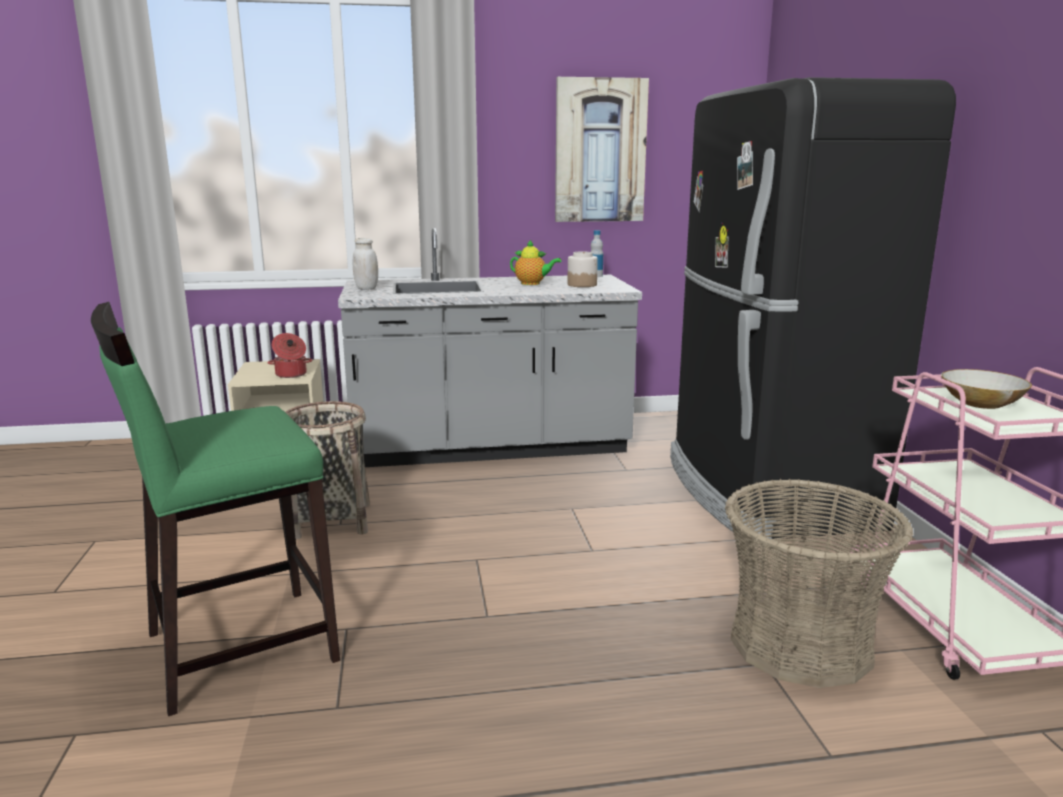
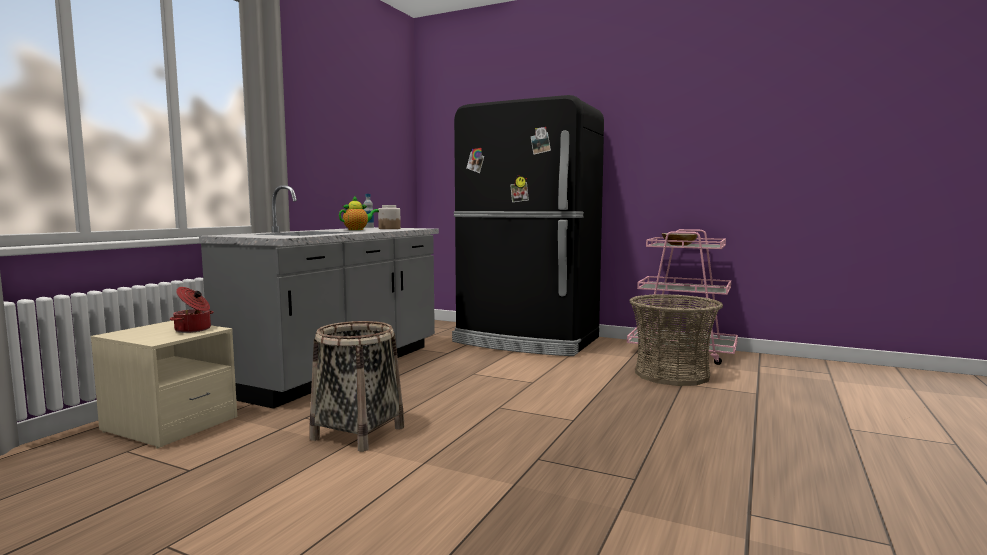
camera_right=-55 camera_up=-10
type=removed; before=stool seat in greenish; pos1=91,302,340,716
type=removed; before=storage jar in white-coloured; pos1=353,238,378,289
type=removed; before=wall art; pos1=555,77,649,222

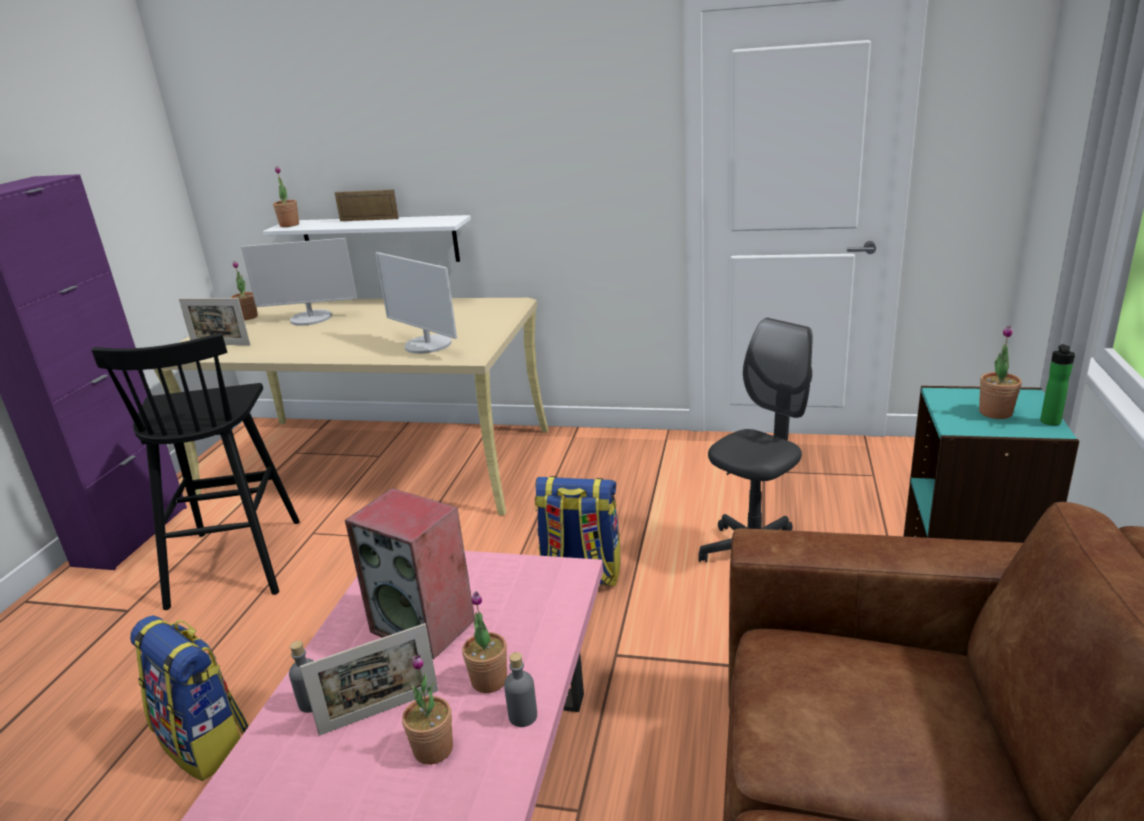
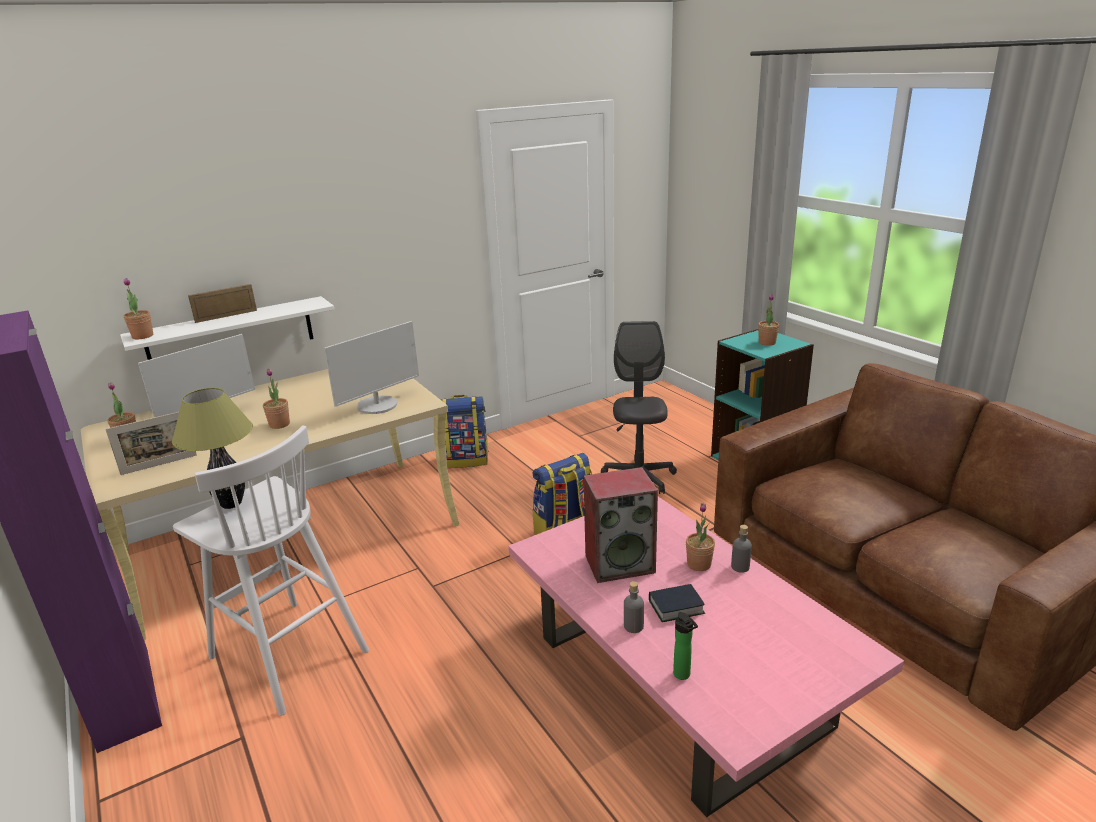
camera_right=-45 camera_up=0
type=recoloured; before=stool seat in black-coloured; after=stool seat in white-coloured; pos1=91,333,300,610; pos2=173,425,369,716
type=moved; before=backpack; pos1=130,615,249,781; pos2=440,395,488,468
type=replaced; before=photo frame; after=bound book; pos1=300,623,438,736; pos2=649,584,705,622
type=turned; before=monitor; pos1=375,252,457,354; pos2=324,321,419,414; turn=-45
type=moved; before=potted plant; pos1=402,654,453,765; pos2=263,369,290,429
type=moved; before=bottle; pos1=1040,344,1075,426; pos2=673,612,698,680
type=added; after=tabletop lamp; pos2=172,388,253,509

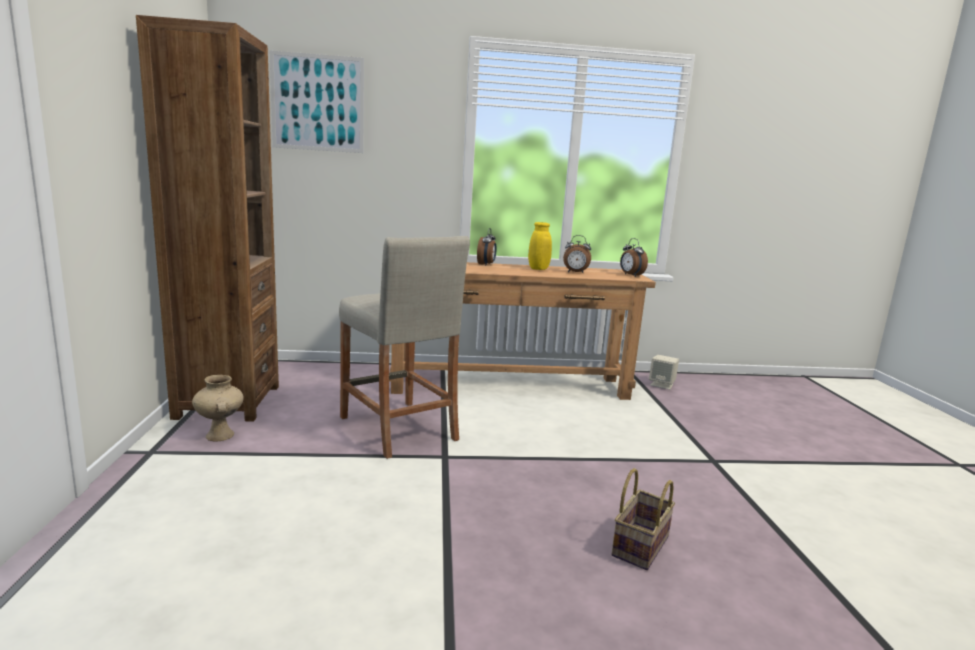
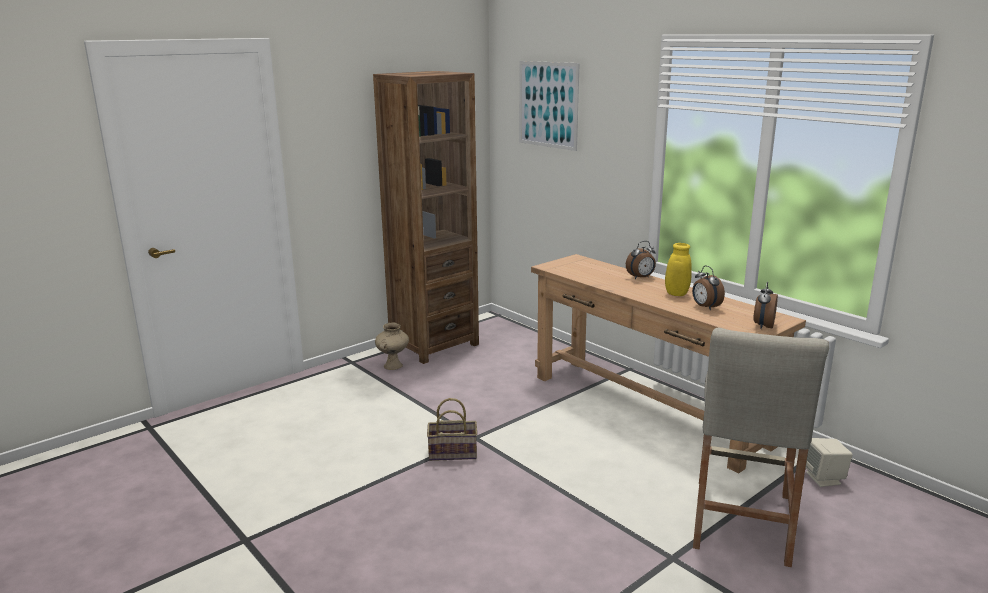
camera_right=55 camera_up=5
type=moved; before=stool seat in sand-coloured; pos1=339,236,470,459; pos2=693,327,829,567
type=moved; before=storage basket; pos1=611,468,675,570; pos2=427,398,477,461

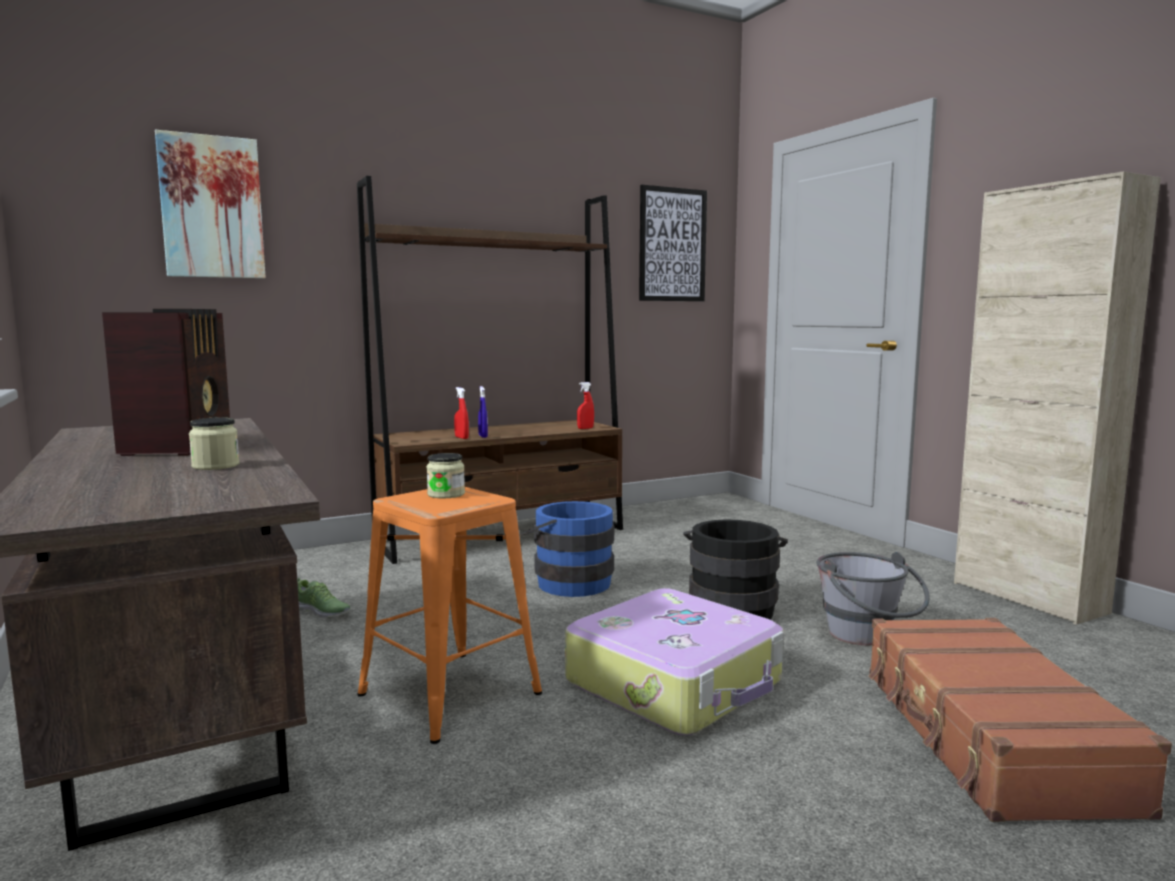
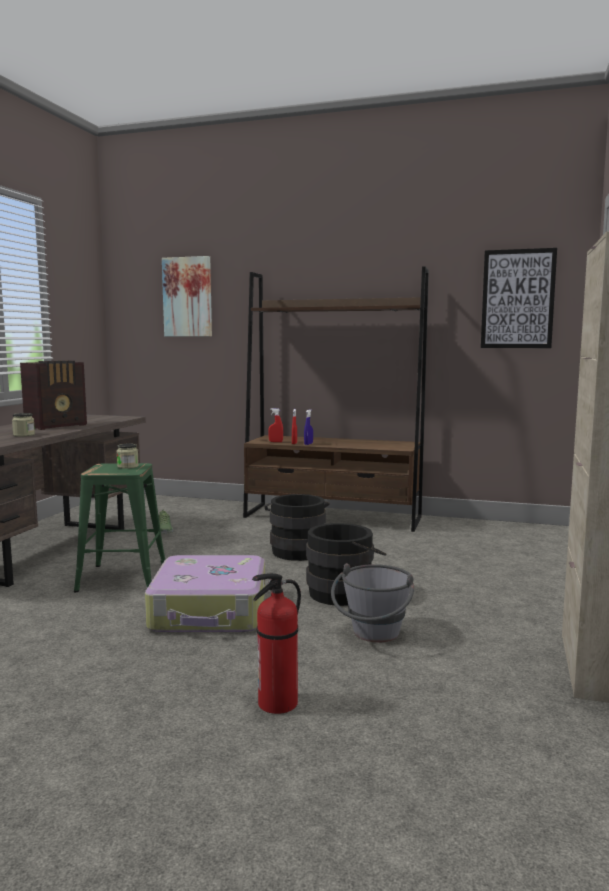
camera_right=45 camera_up=0
type=recoloured; before=stool seat in orangey; after=stool seat in greenish; pos1=357,487,542,744; pos2=74,463,165,592
type=recoloured; before=pail in blue; after=pail in black-coloured; pos1=520,501,614,597; pos2=264,494,330,561
type=moved; before=spray bottle in red; pos1=577,382,594,429; pos2=268,408,283,442
type=replaced; before=piece of luggage in brownish; after=fire extinguisher; pos1=869,618,1172,822; pos2=252,573,301,714

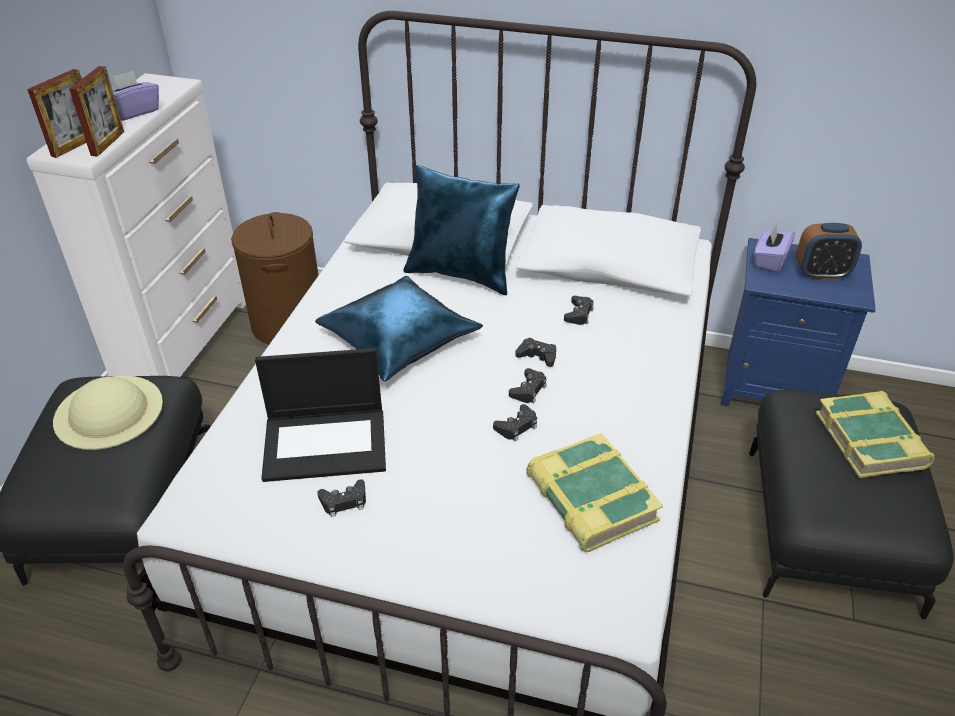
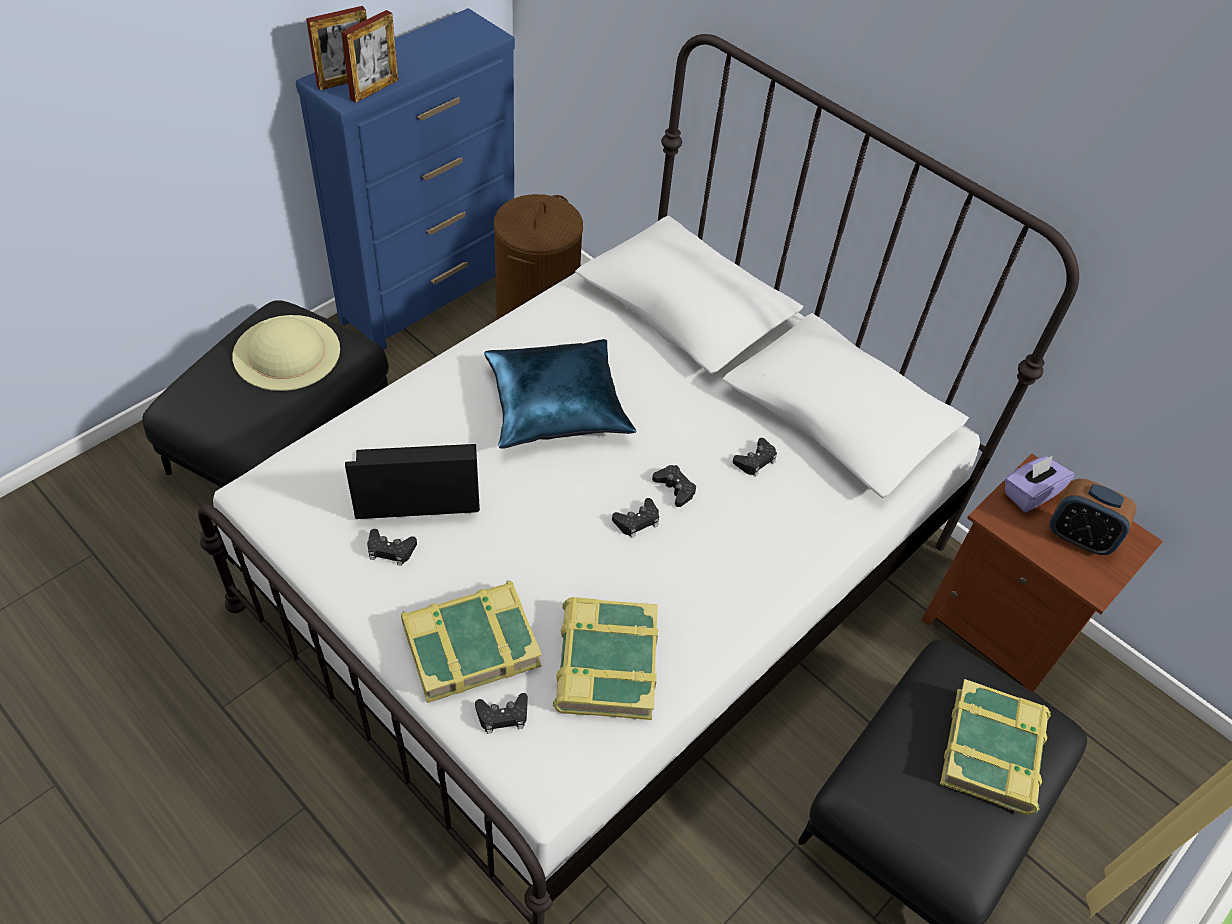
camera_right=25 camera_up=10
type=recoloured; before=drawer chest in white-coloured; after=drawer chest in blue; pos1=27,73,246,377; pos2=296,8,515,350
type=removed; before=tissue box in purple; pos1=113,70,159,121
type=turned; before=notebook computer; pos1=255,348,386,482; pos2=345,444,480,519; turn=150
type=removed; before=cushion in blue; pos1=403,165,520,295
type=moved; before=game controller in black-coloured; pos1=493,404,537,441; pos2=475,693,528,734
type=recoloured; before=nightstand in blue; after=nightstand in brownish; pos1=721,238,876,406; pos2=921,454,1163,693
type=added; after=bound book; pos2=401,580,542,703

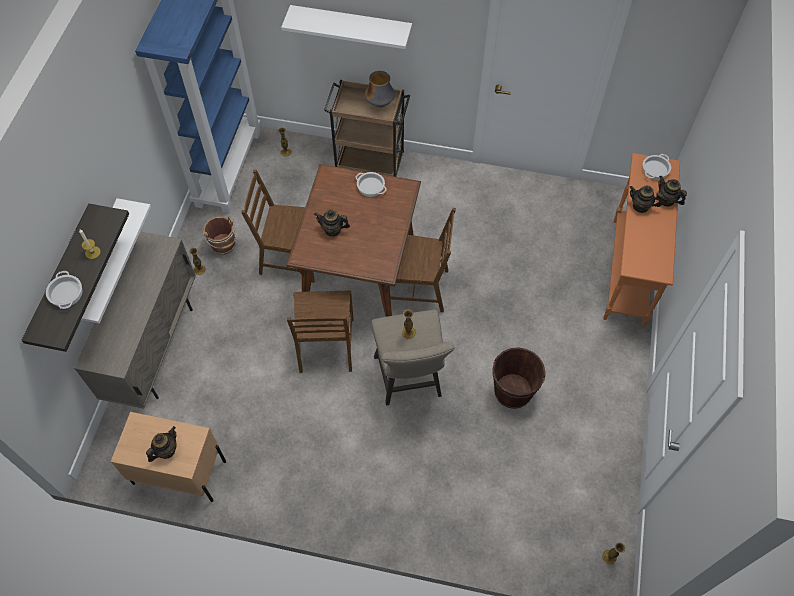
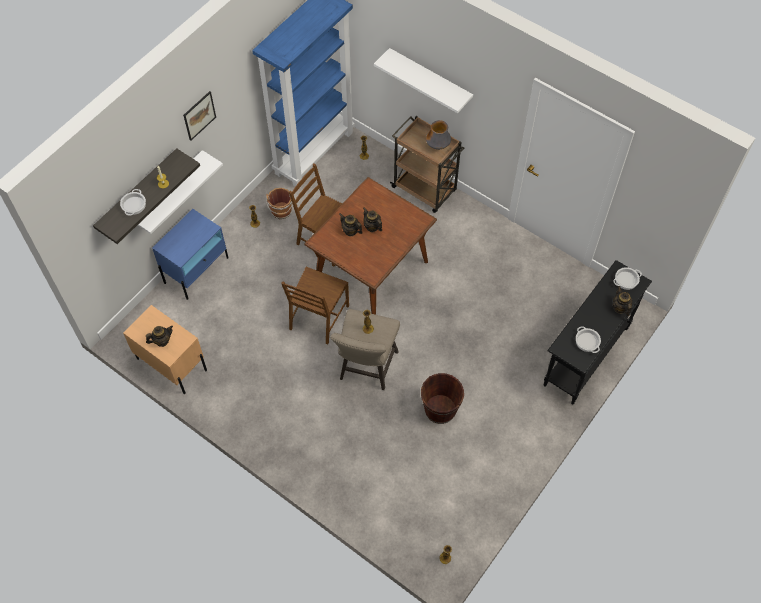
camera_right=25 camera_up=0
type=replaced; before=cupboard in sand-coloured; after=nightstand in blue; pos1=74,231,196,409; pos2=152,209,228,300
type=moved; before=cooking pot; pos1=355,172,387,197; pos2=576,326,601,353
type=removed; before=plain chair in brownish; pos1=390,208,456,313
type=recoloured; before=narrow table in orangey; after=narrow table in black-coloured; pos1=603,153,680,327; pos2=544,260,652,404
type=moved; before=pot for tea; pos1=629,186,663,213; pos2=363,207,382,232
type=added; after=wall art; pos2=183,91,216,141

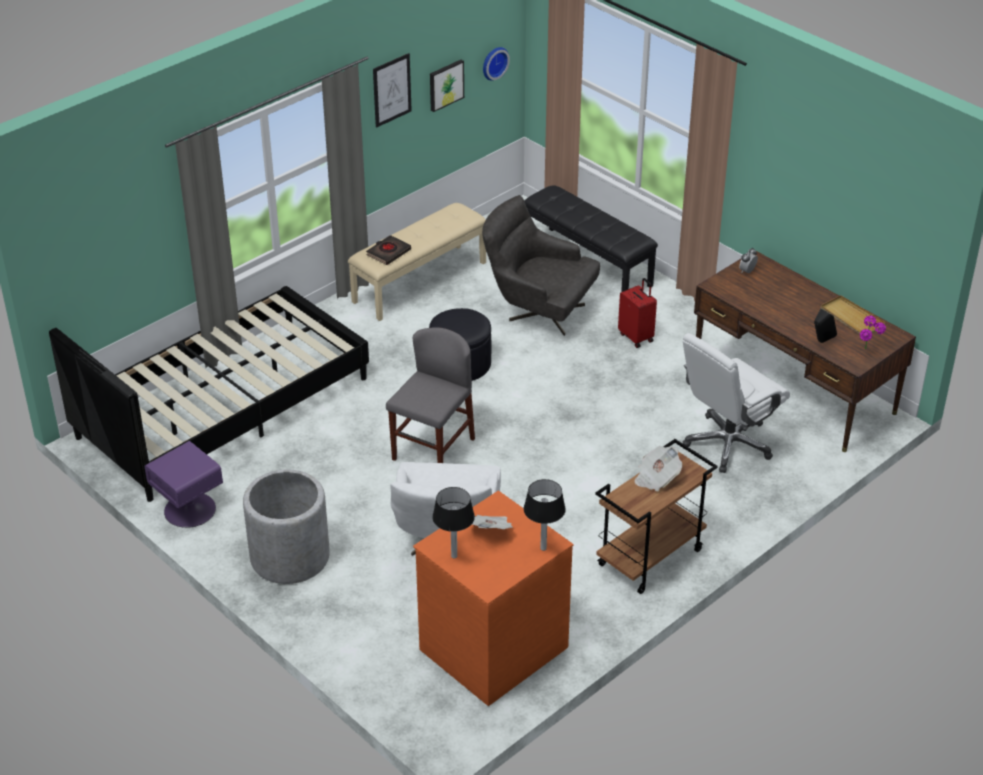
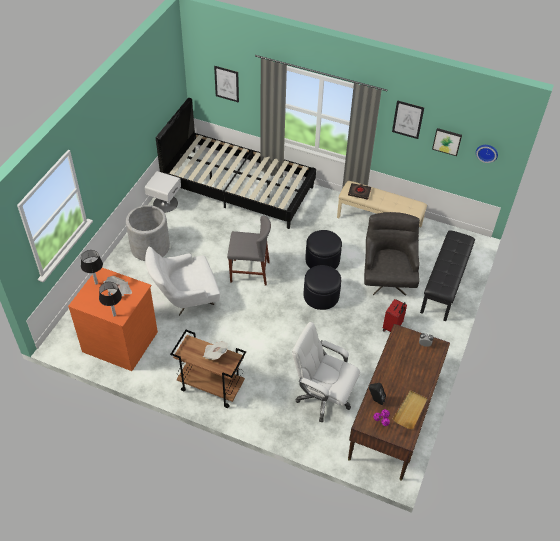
camera_right=65 camera_up=10
type=recoloured; before=nightstand in purple; after=nightstand in white-coloured; pos1=145,441,223,528; pos2=145,171,181,212
type=added; after=wall art; pos2=214,66,239,103
type=added; after=pouffe in black-coloured; pos2=304,265,341,310

